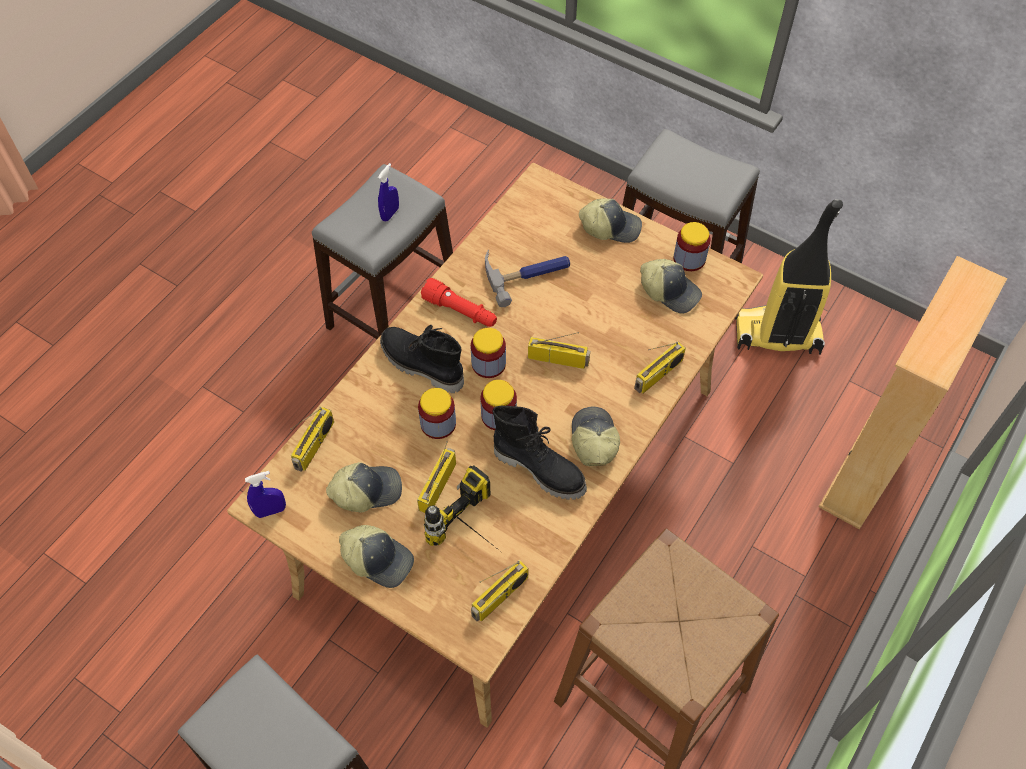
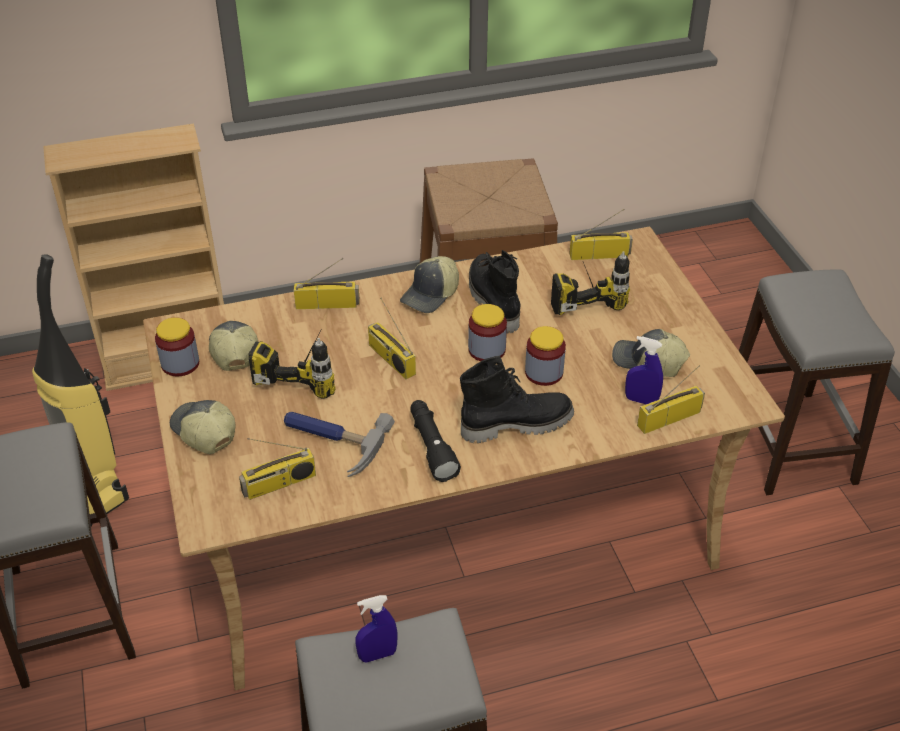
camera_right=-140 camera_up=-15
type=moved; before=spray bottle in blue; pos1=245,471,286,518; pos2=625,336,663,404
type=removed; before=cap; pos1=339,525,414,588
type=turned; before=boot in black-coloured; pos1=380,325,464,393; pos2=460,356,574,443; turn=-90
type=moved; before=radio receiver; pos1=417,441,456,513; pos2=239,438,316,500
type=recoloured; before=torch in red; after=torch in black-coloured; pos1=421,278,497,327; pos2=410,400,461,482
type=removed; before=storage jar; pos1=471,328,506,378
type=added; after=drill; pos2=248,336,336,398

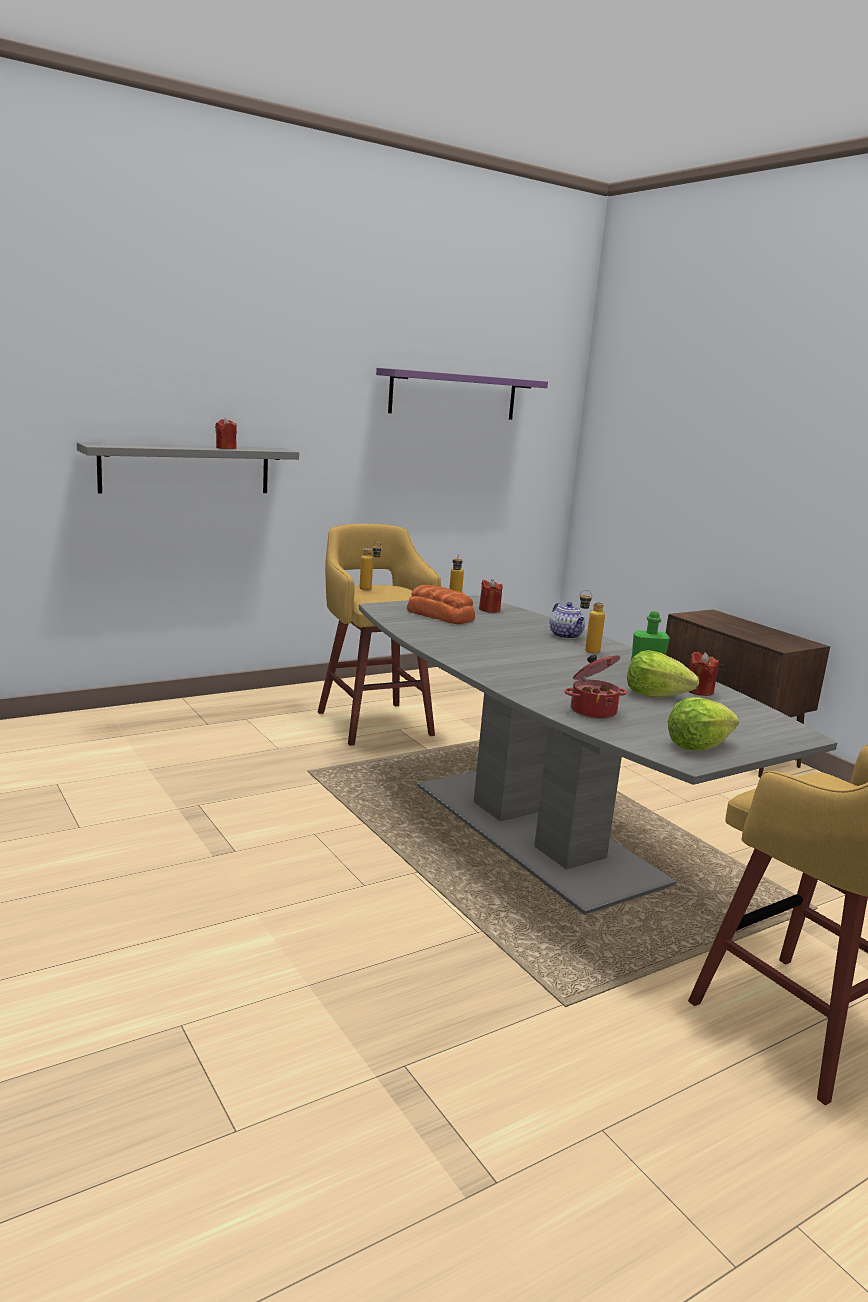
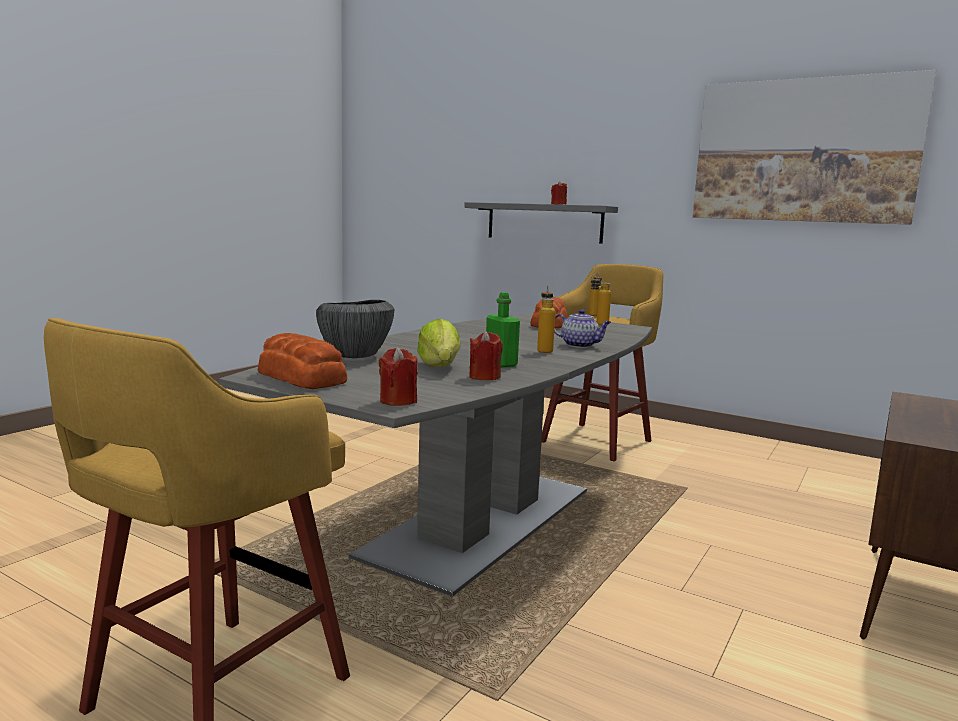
camera_right=65 camera_up=-5
type=replaced; before=wall shelf in purple; after=wall art; pos1=376,368,548,420; pos2=693,70,936,225
type=moved; before=wax candle in red; pos1=479,579,503,613; pos2=379,347,418,406
type=turned; before=pot for tea; pos1=549,602,585,639; pos2=554,309,611,348; turn=-105
type=replaced; before=cooking pot; after=bowl; pos1=564,654,627,719; pos2=316,300,394,358
type=replaced; before=lettuce; after=baked bread; pos1=668,697,739,750; pos2=258,333,347,389

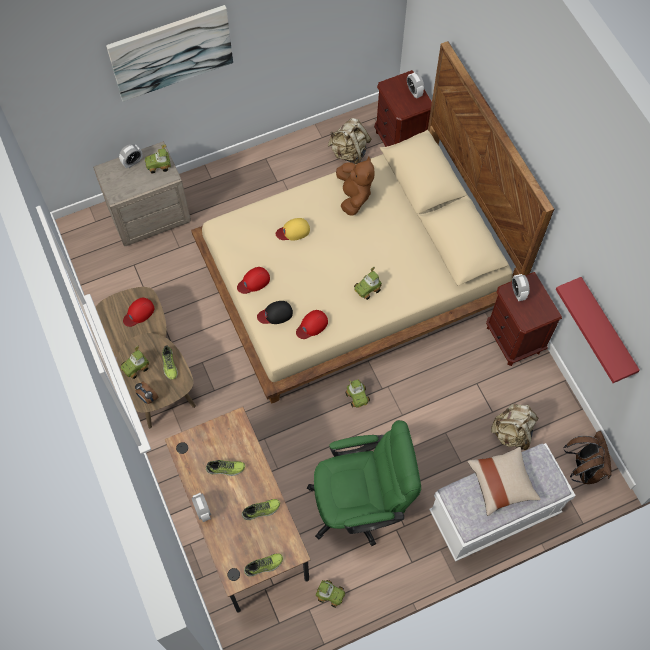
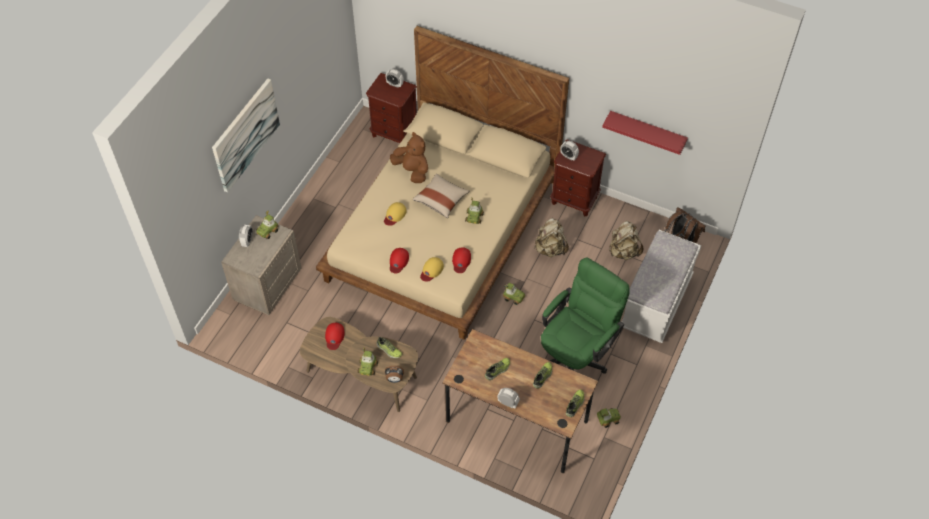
camera_right=-40 camera_up=-10
type=recoloured; before=cap in black-coloured; after=cap in yellow; pos1=257,301,293,324; pos2=420,257,444,282
type=moved; before=backpack in sand-coloured; pos1=328,118,371,164; pos2=535,218,569,257
type=moved; before=cushion in sand-coloured; pos1=467,447,541,516; pos2=413,173,470,218

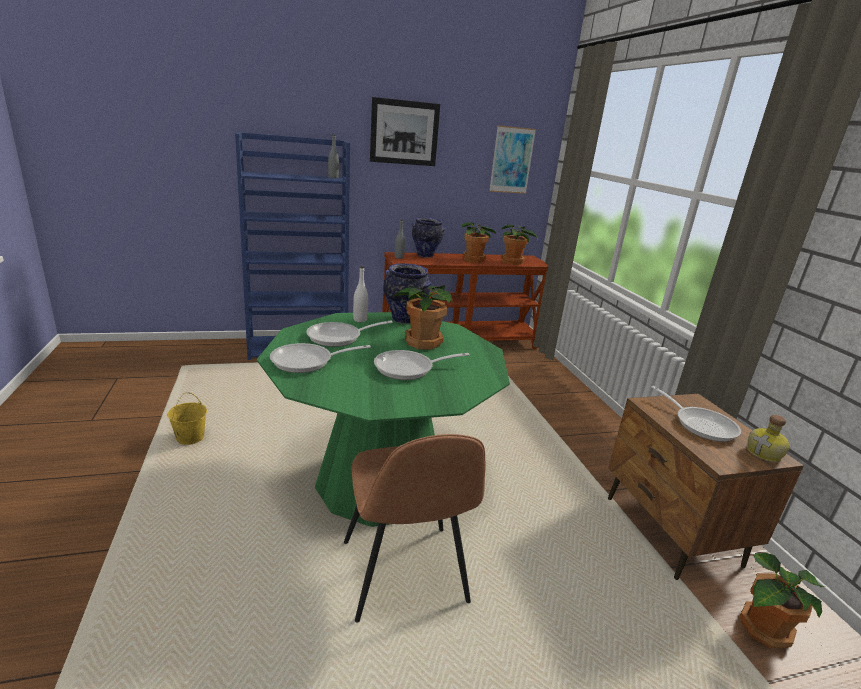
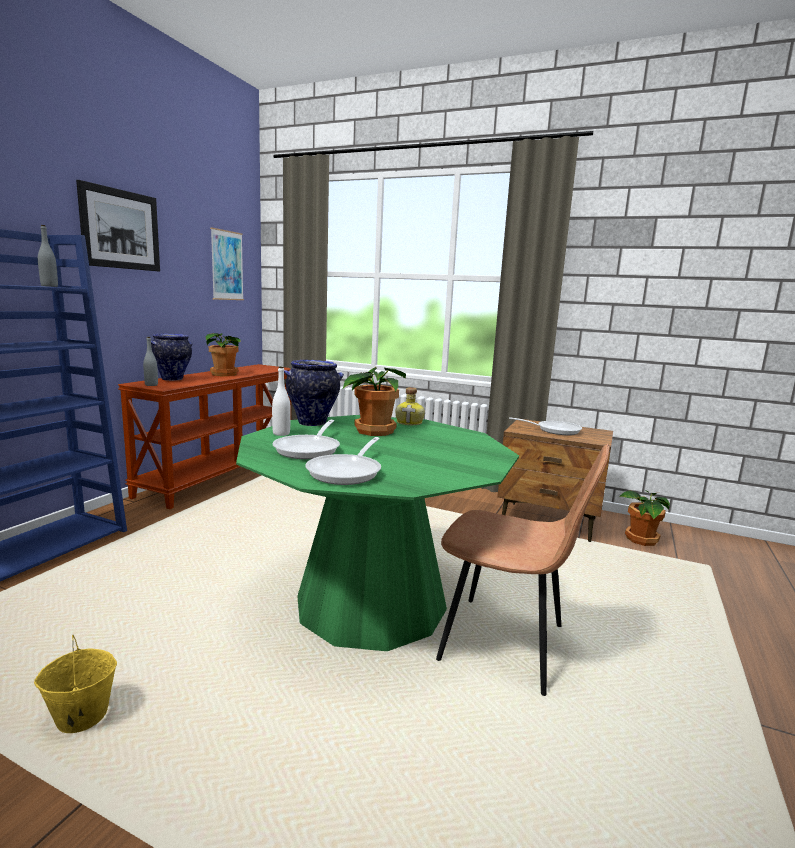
camera_right=-50 camera_up=-10
type=removed; before=skillet; pos1=374,350,470,380
type=removed; before=potted plant; pos1=501,225,538,265
type=moved; before=bottle; pos1=747,415,790,462; pos2=396,387,425,425

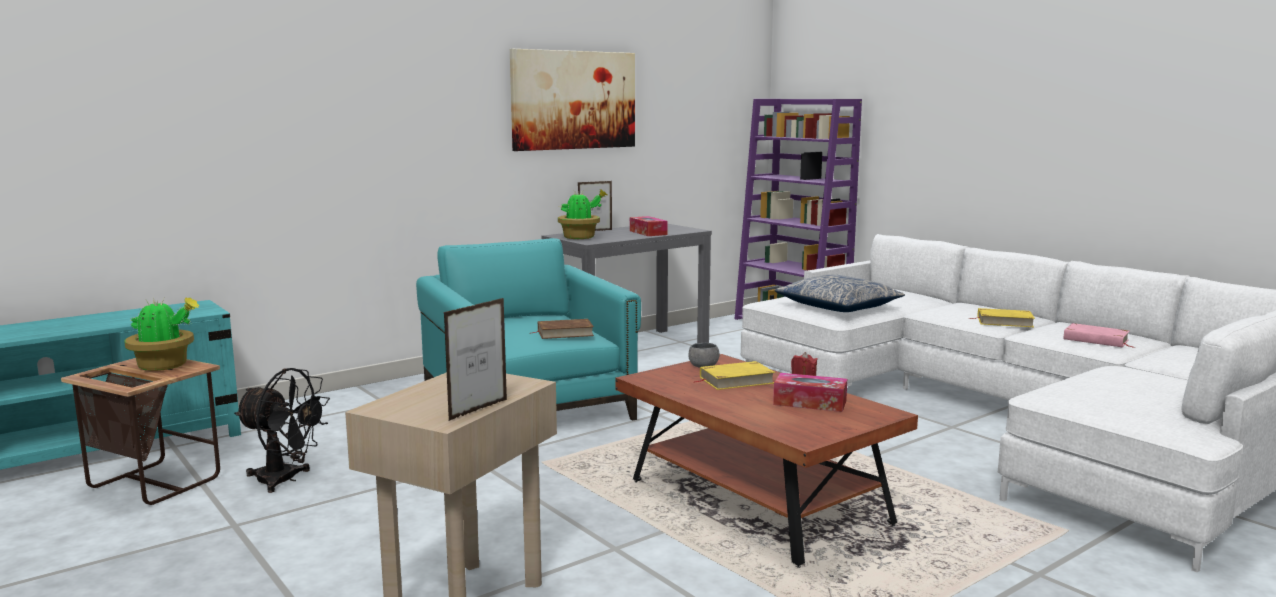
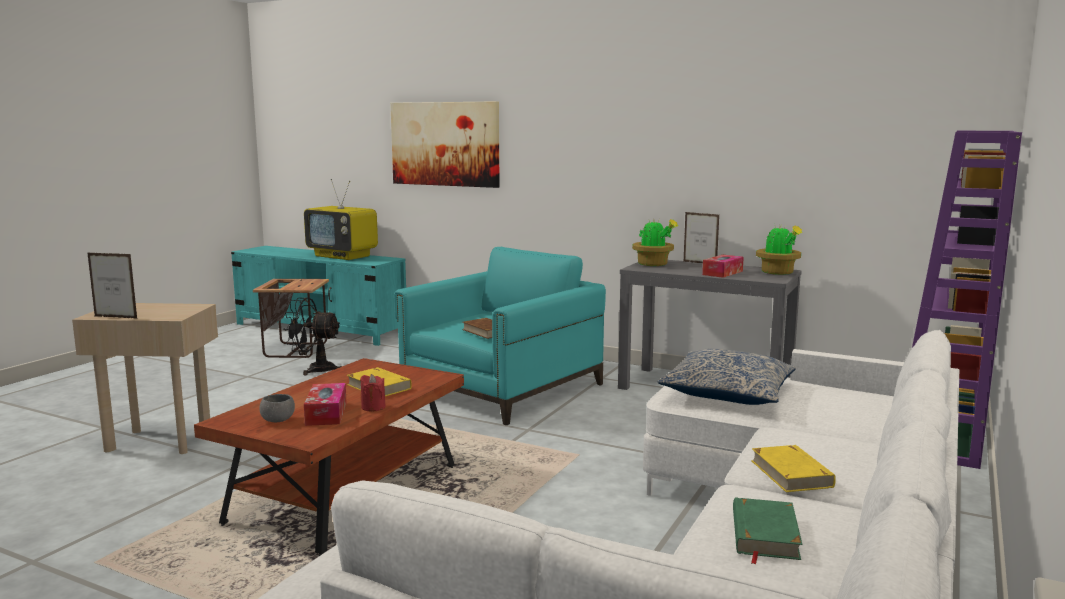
camera_right=65 camera_up=0
type=moved; before=potted plant; pos1=124,298,199,371; pos2=756,223,802,275
type=turned; before=cooling fan in black-coloured; pos1=234,368,330,493; pos2=283,297,342,375; turn=105
type=moved; before=wall art; pos1=510,49,635,151; pos2=390,101,500,188
type=moved; before=bowl in greyish; pos1=689,343,719,368; pos2=260,394,295,422
type=recoloured; before=bound book in pinkish; after=bound book in greenish; pos1=1063,323,1135,348; pos2=733,497,802,564
type=added; after=television; pos2=304,179,378,260

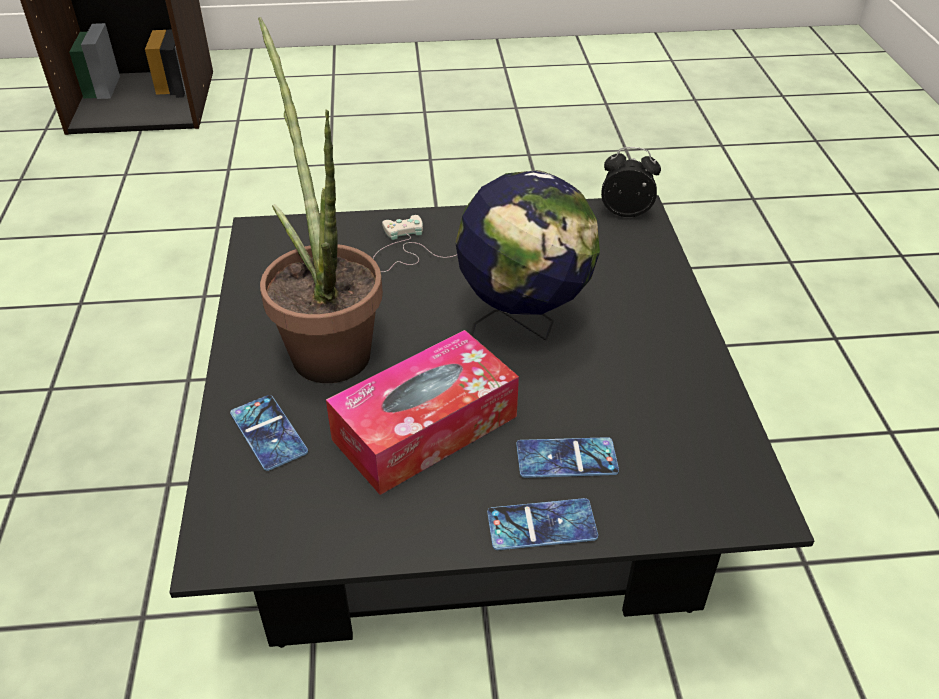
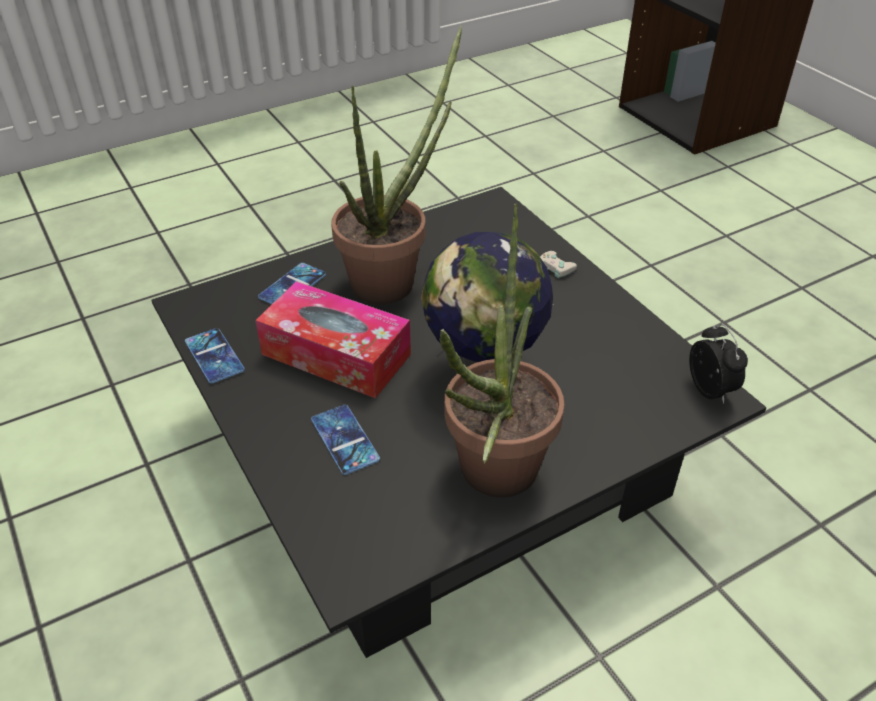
camera_right=65 camera_up=0
type=moved; before=telephone; pos1=487,498,598,550; pos2=185,328,245,384
type=added; after=potted plant; pos2=439,204,565,498

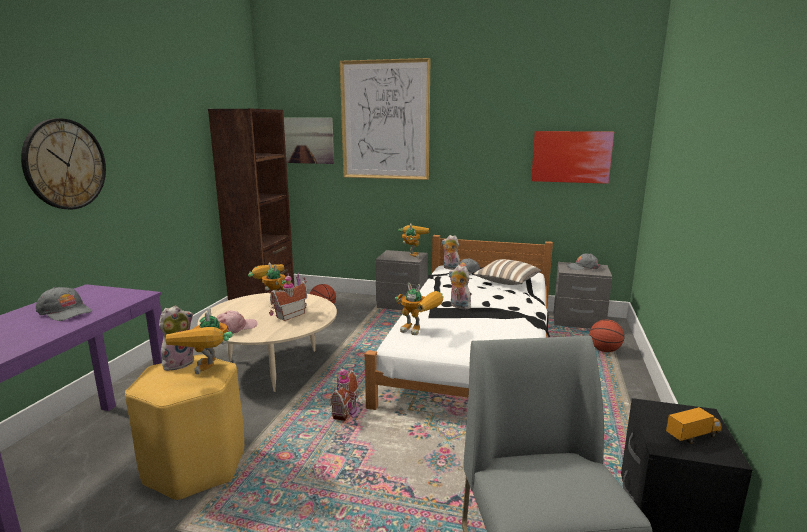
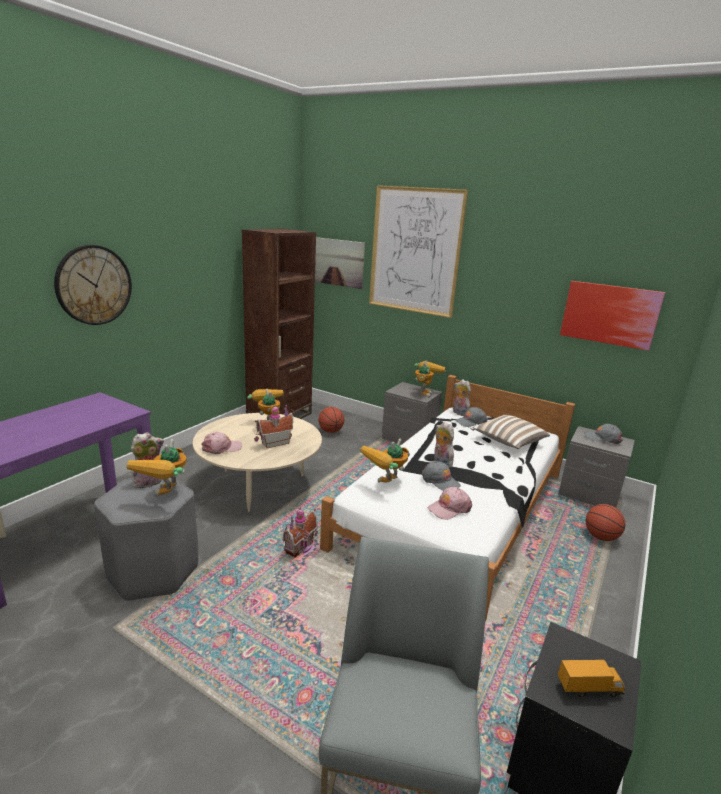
camera_right=15 camera_up=5
type=moved; before=cap in greyish; pos1=36,287,92,321; pos2=422,461,461,491
type=recoloured; before=stool seat in yellow; after=stool seat in greyish; pos1=125,354,244,501; pos2=94,477,198,601
type=turned; before=model robot; pos1=395,283,444,335; pos2=360,438,410,483; turn=90
type=added; after=cap in pinkish; pos2=428,487,472,520

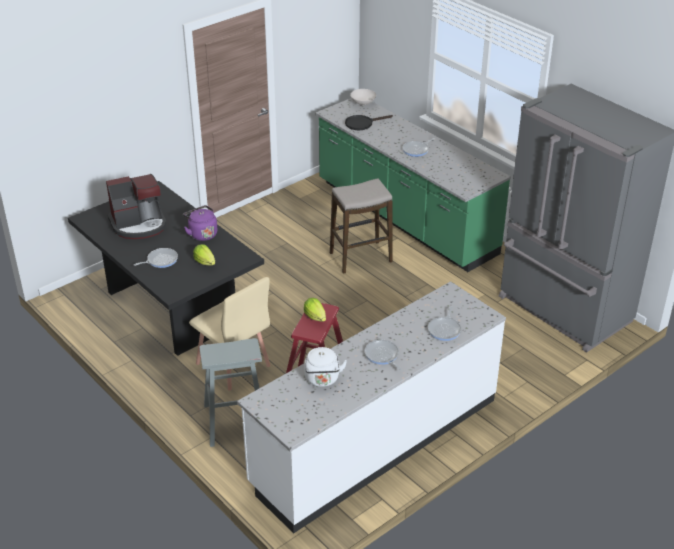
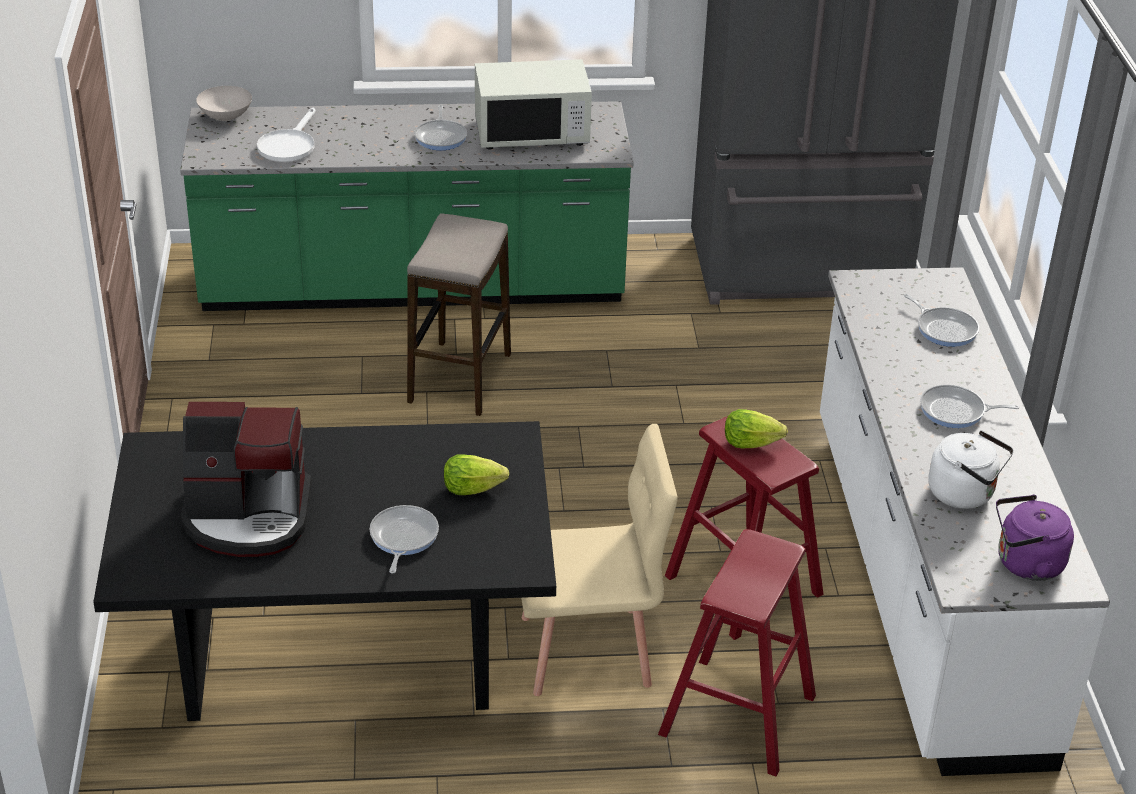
camera_right=-55 camera_up=0
type=turned; before=coffee brewer; pos1=106,174,166,239; pos2=181,402,312,557; turn=75
type=moved; before=tea kettle in purple; pos1=183,205,218,241; pos2=996,495,1074,581
type=recoloured; before=stool seat in greyish; after=stool seat in red; pos1=199,338,262,447; pos2=658,529,816,776
type=recoloured; before=skillet in black-coloured; after=skillet in white-coloured; pos1=345,115,393,130; pos2=257,107,316,162
type=added; after=microwave in white-coloured; pos2=475,59,592,150

